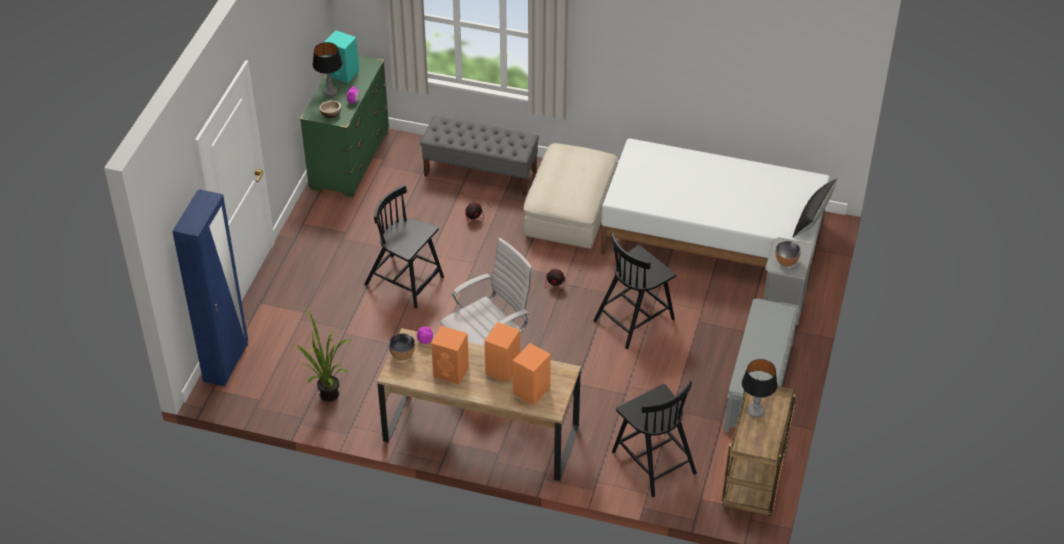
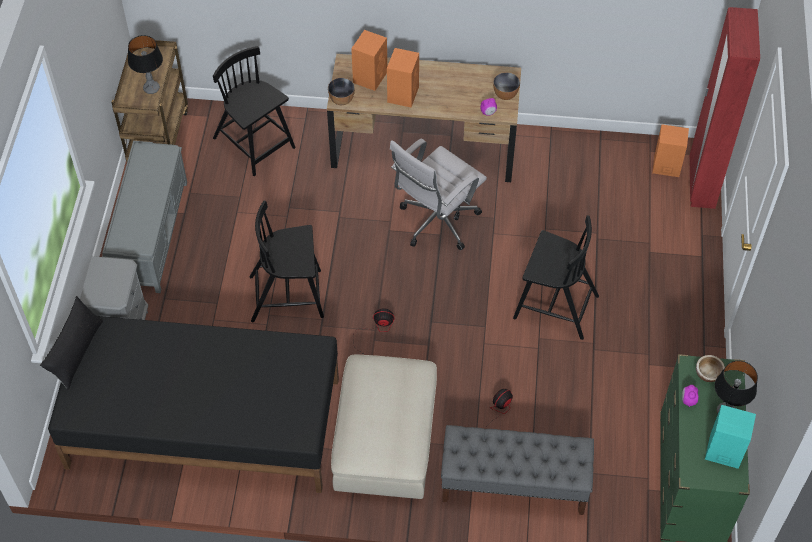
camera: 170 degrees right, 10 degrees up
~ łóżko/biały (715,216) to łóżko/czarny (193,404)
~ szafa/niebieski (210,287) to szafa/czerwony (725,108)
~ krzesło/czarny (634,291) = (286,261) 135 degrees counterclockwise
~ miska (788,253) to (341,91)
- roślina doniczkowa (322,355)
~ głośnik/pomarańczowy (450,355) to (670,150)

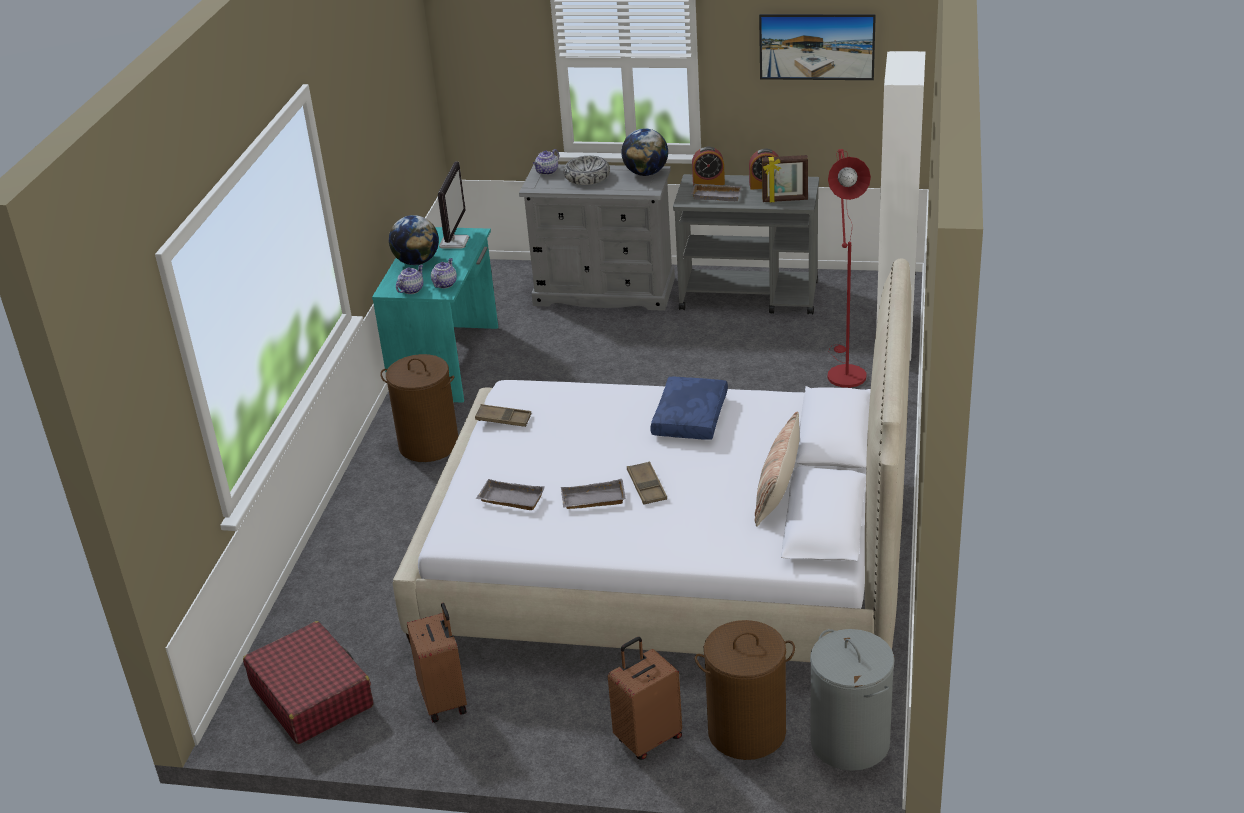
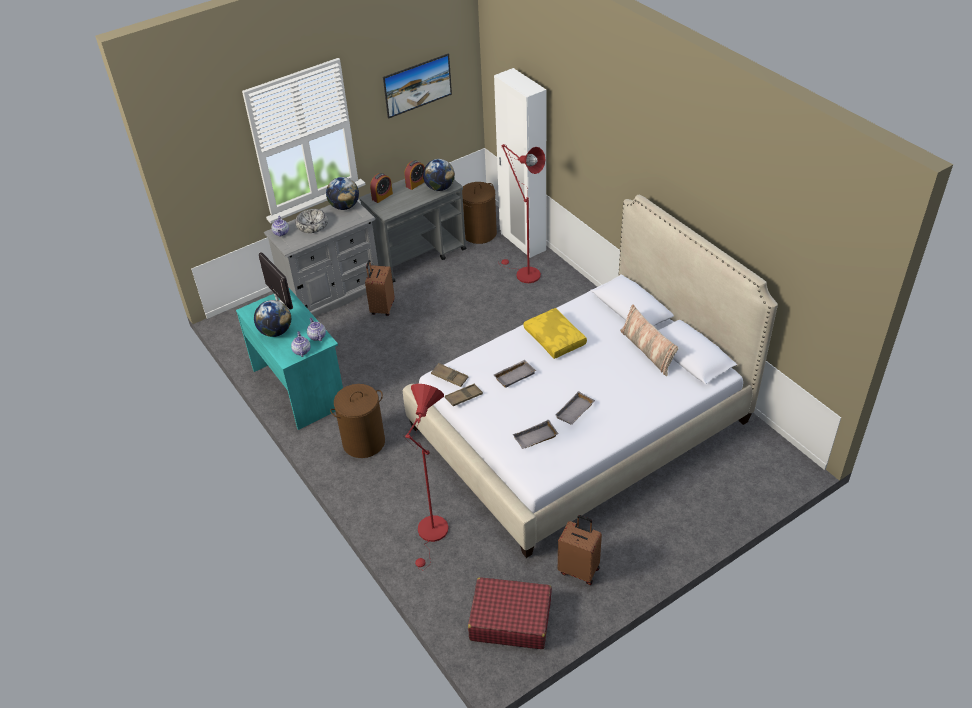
camera: 45 degrees left, 10 degrees up
~ ramka na zdjęcie (785,178) to globus (439,175)
~ taca/szary (716,192) to (515,374)
~ poduszka/niebieski (689,408) to poduszka/żółty (555,333)
~ taca/brązowy (647,483) to (449,375)
~ kosz na pranie/brązowy (745,690) to (479,213)
- kosz na pranie/szary (852,700)
~ walizka/brązowy (645,698) to (380,288)
+ lampa stojąca/czerwony (426,477)

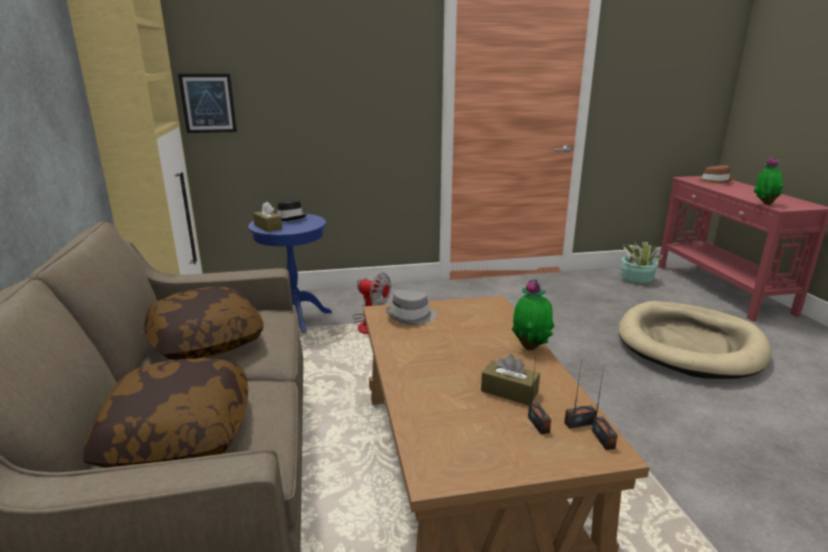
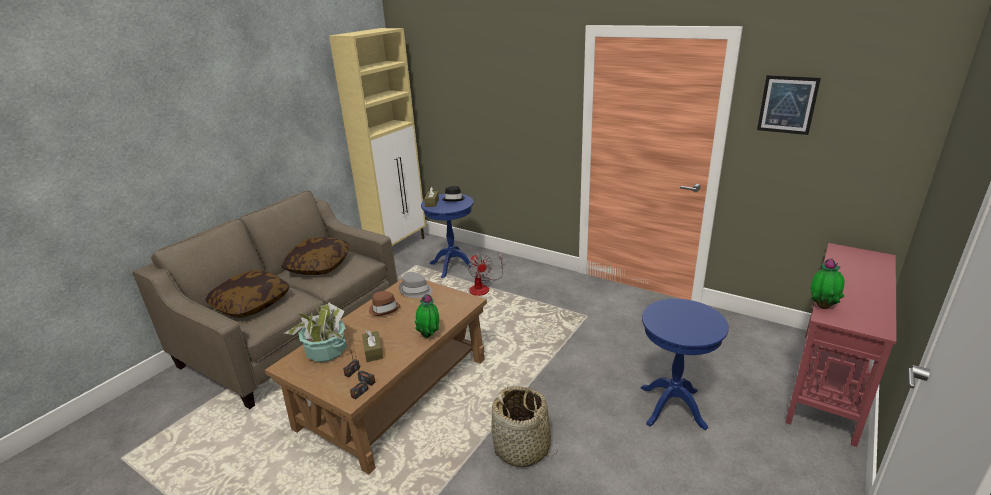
camera: 45 degrees right, 5 degrees up
~ obraz (207,103) to (789,105)
~ kapelusz/brązowy (715,174) to (384,303)
~ roślina doniczkowa (641,263) to (316,332)
~ legowisko/beżowy (694,340) to stolik/niebieski (685,364)
+ koszyk (524,426)

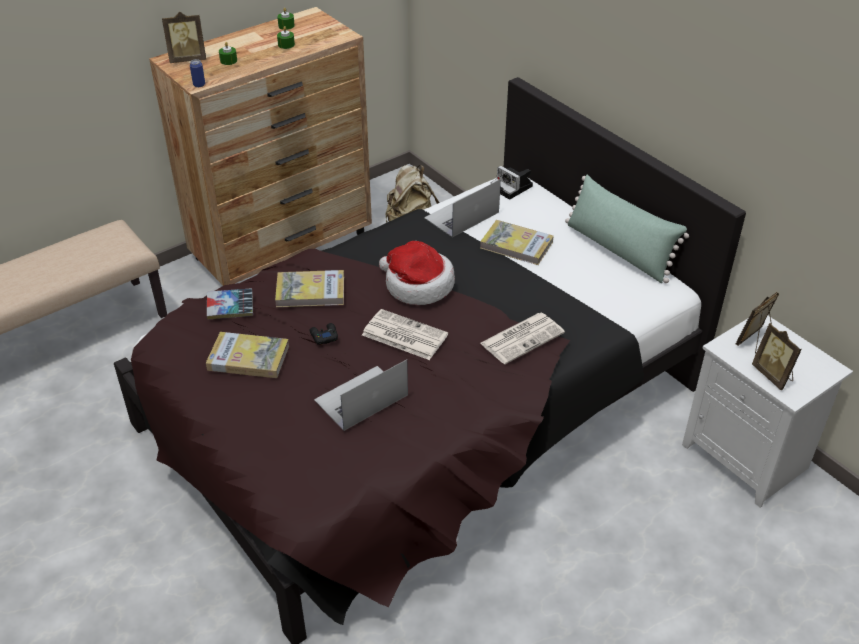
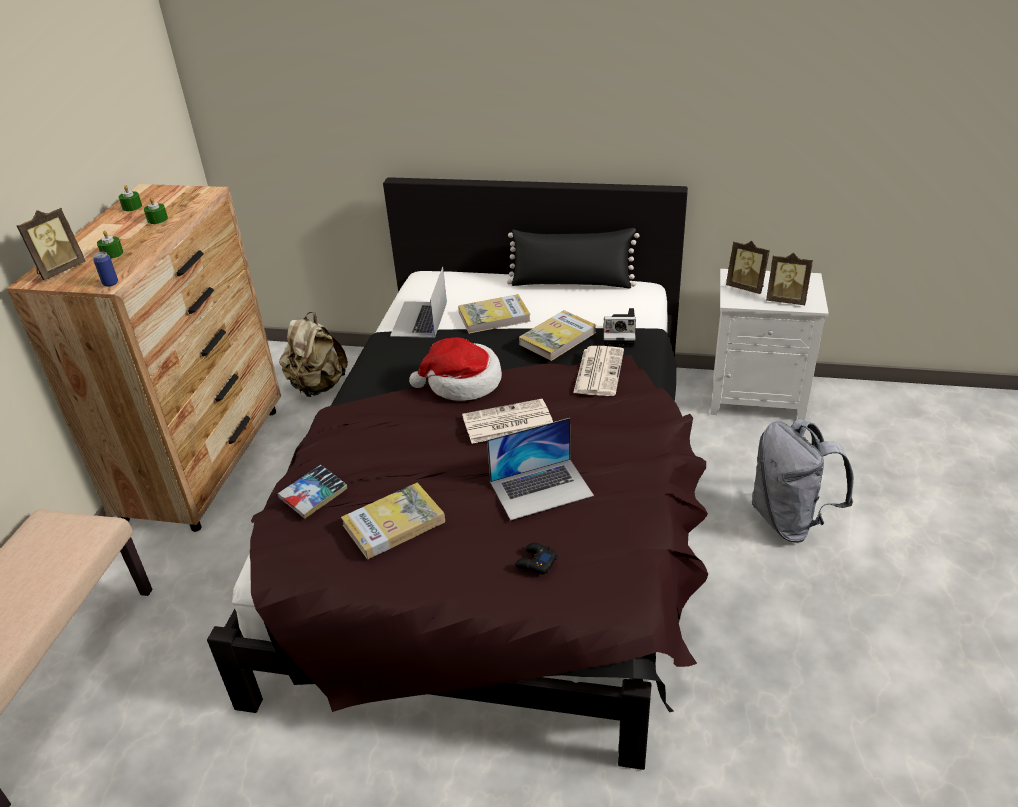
camera: 40 degrees left, 5 degrees down
~ aparat fotograficzny (512,183) to (620,327)
~ poduszka/zielony (627,229) to poduszka/czarny (573,258)
~ książka (309,288) to (558,335)
~ ramka na zdjęcie (757,323) = (748,267) 60 degrees counterclockwise
~ pad do gier/czarny (324,334) to (536,558)
~ laptop (361,395) = (540,469) 120 degrees counterclockwise
+ plecak/szary (803,481)

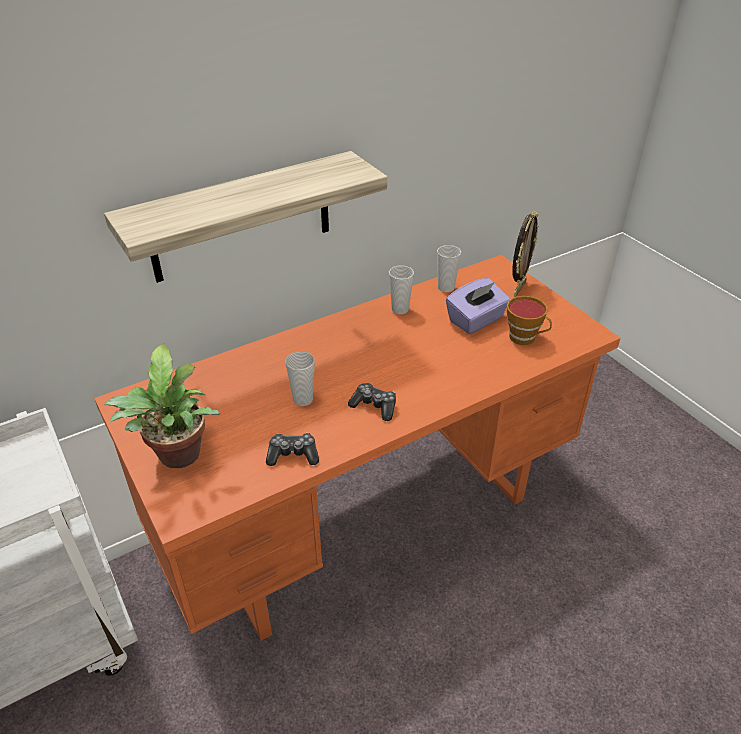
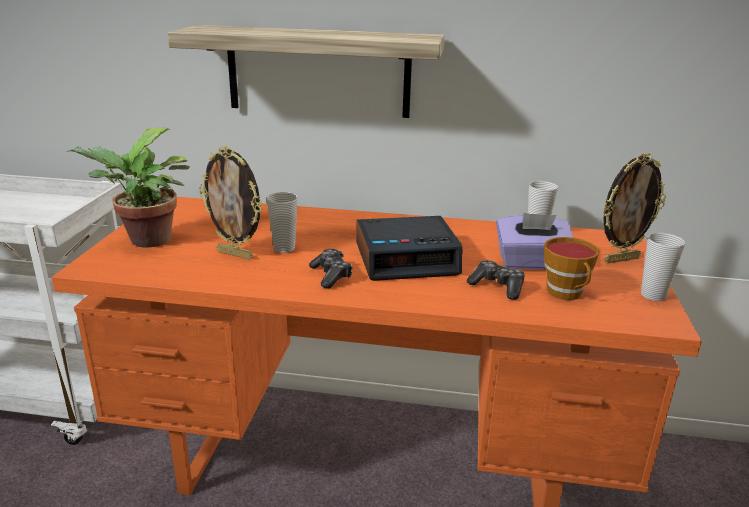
camera: 40 degrees right, 15 degrees down
~ filiżanka (401,289) to (663,266)
~ pad do gier (292,449) to (496,280)
+ ramka na zdjęcie (230,203)
+ budzik (409,248)

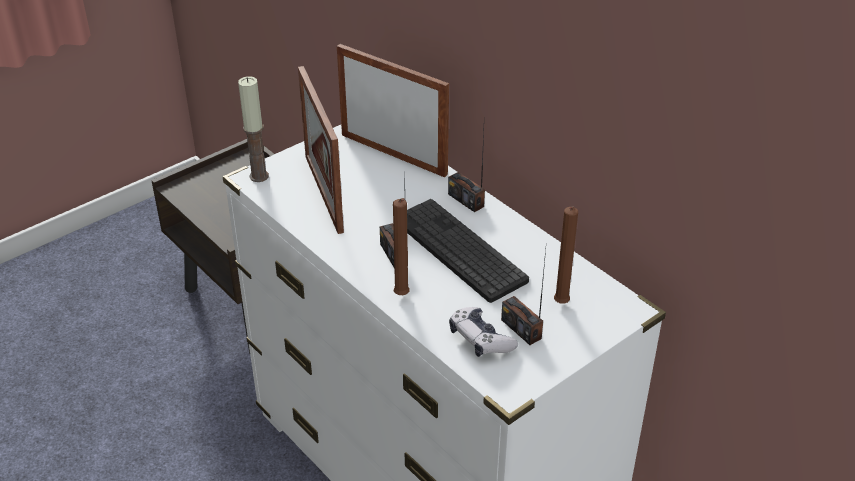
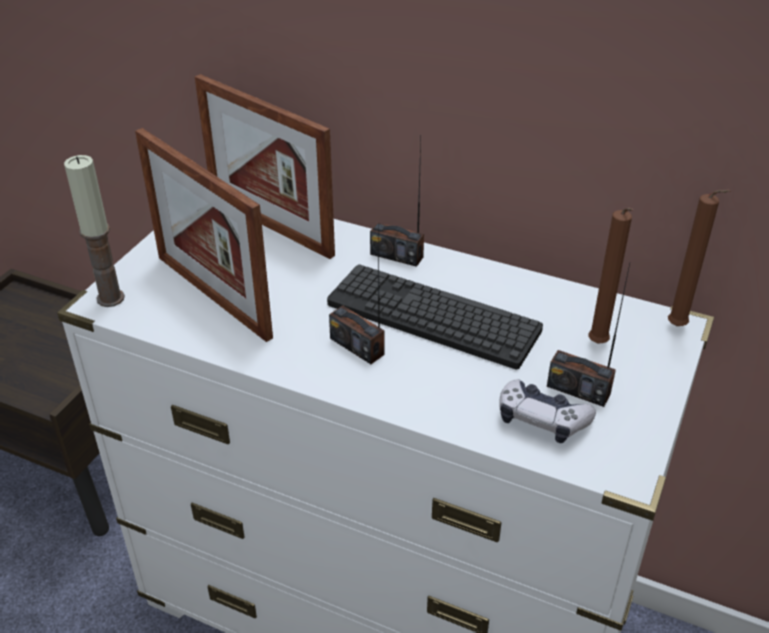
camera: 25 degrees left, 0 degrees up
~ ramka na zdjęcie (393,110) = (265,166) 150 degrees counterclockwise
~ świeca/brązowy (401,246) to (699,258)

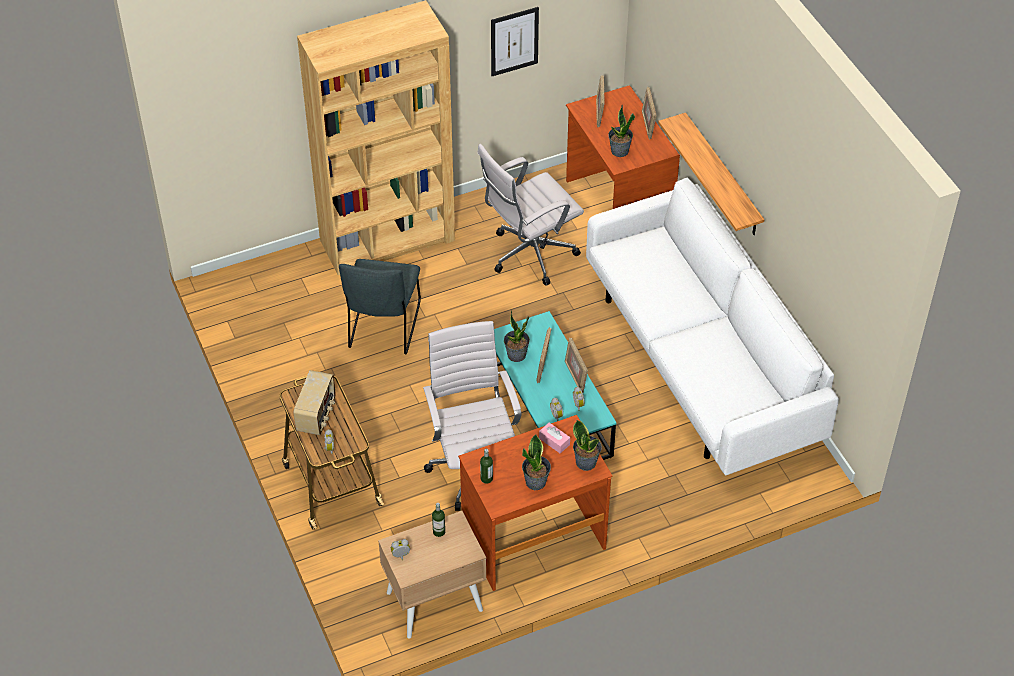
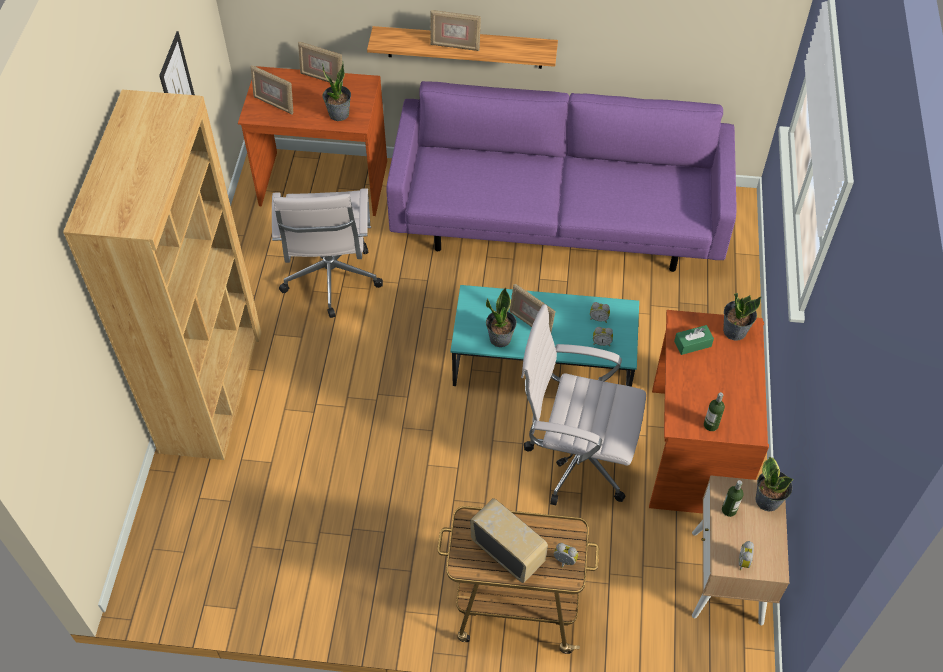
camera: 60 degrees left, 5 degrees up
~ kanapa/biały (712,326) to kanapa/fioletowy (561,176)
- krzesło/szary (380,306)
~ ramka na zdjęcie (576,365) to (455,30)
~ pudełko chusteczek/różowy (554,438) to pudełko chusteczek/zielony (694,340)
~ roślina doniczkowa (536,462) to (774,484)

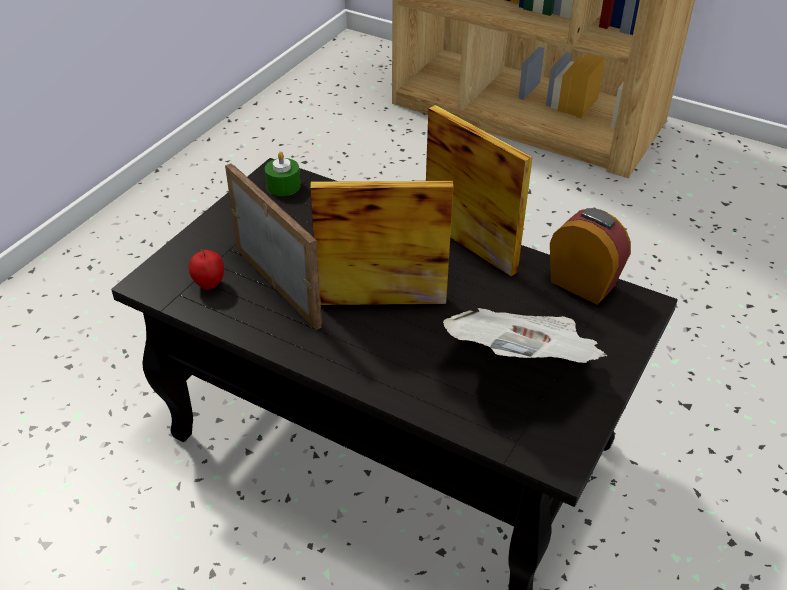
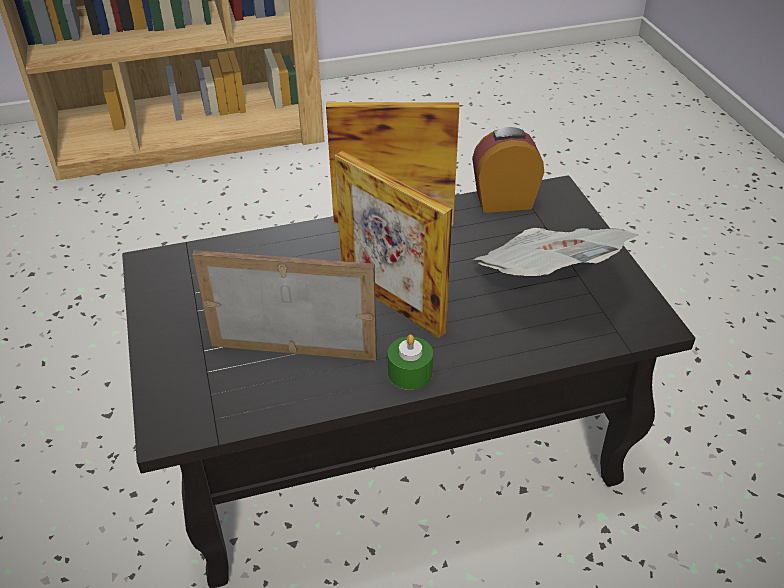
camera: 45 degrees left, 0 degrees up
~ świeca/zielony (282,173) to (410,362)
~ ramka na zdjęcie (381,243) = (393,244) 90 degrees counterclockwise
- jabłko (206,269)

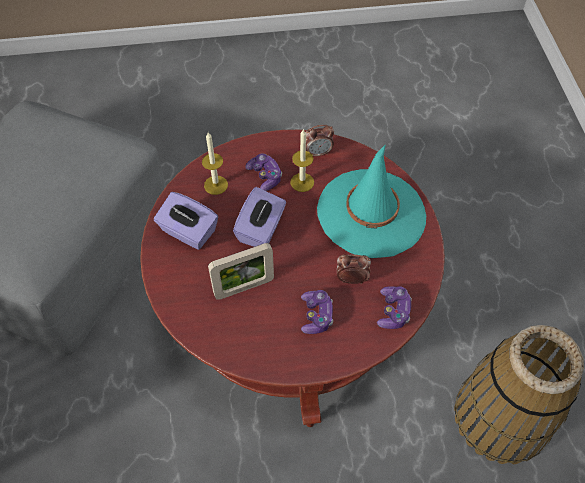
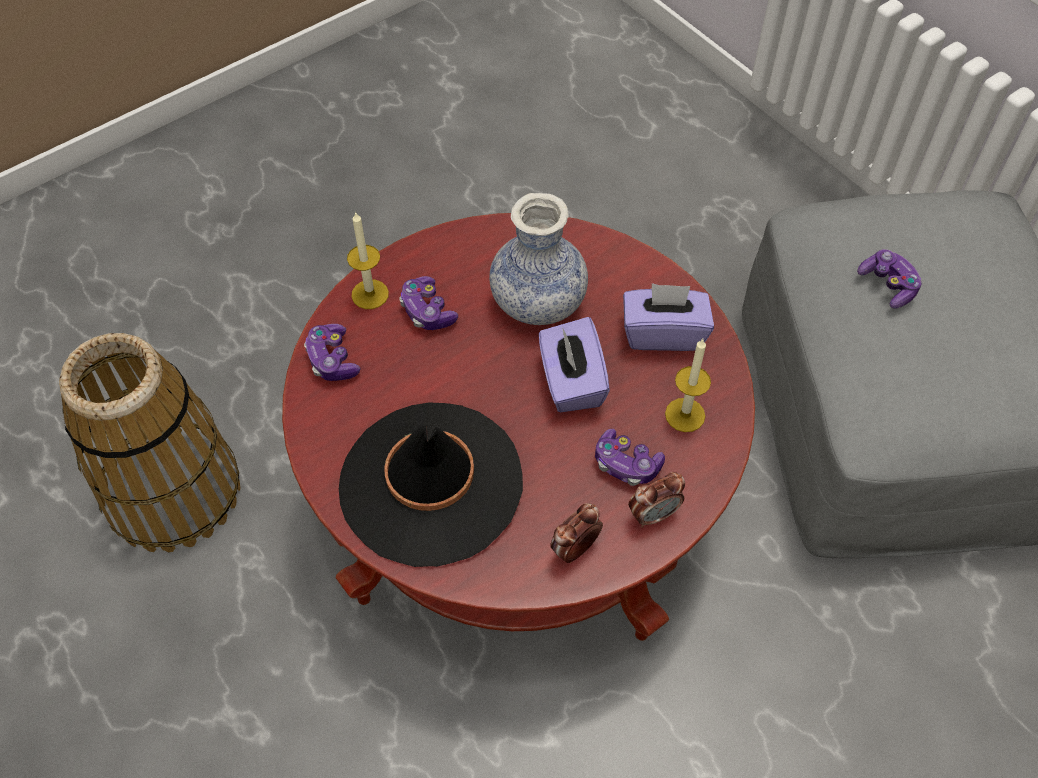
camera: 150 degrees right, 0 degrees up
~ świeca (302,160) to (368,260)
~ kapelusz/turkusowy (371,201) to kapelusz/czarny (431,485)
~ ramka na zdjęcie (241,271) to wazon (538,259)
~ budzik (354,269) to (656,500)
+ pad do gier (889,279)

